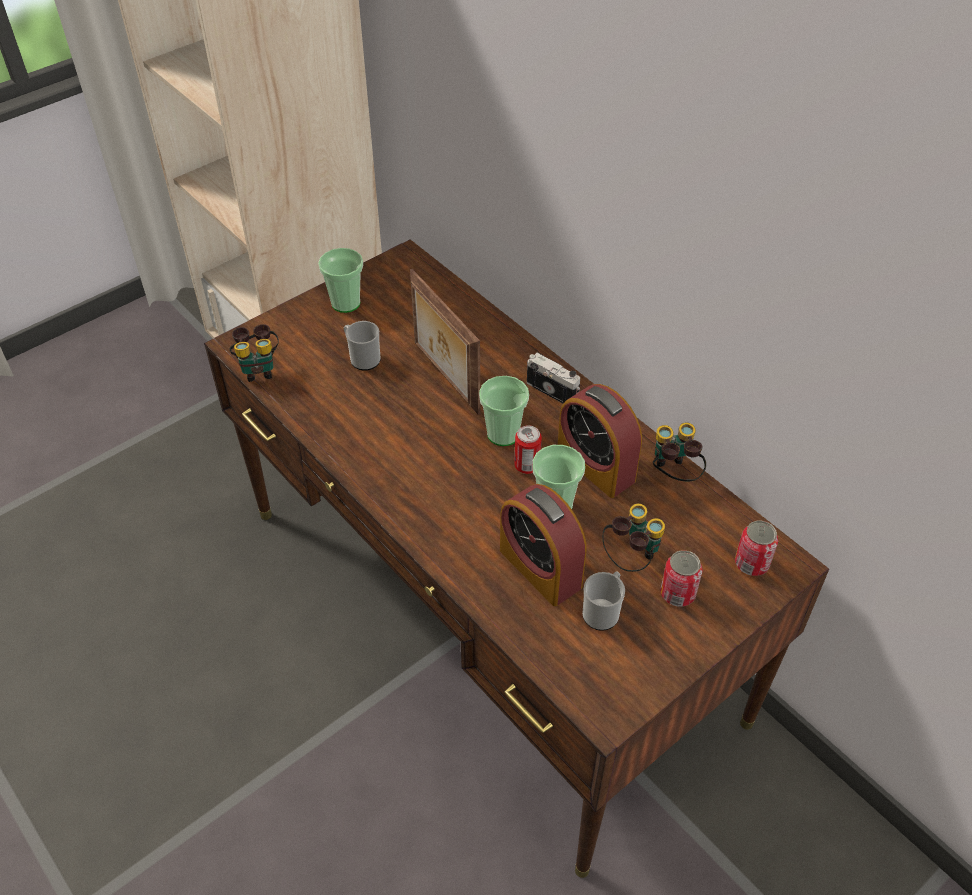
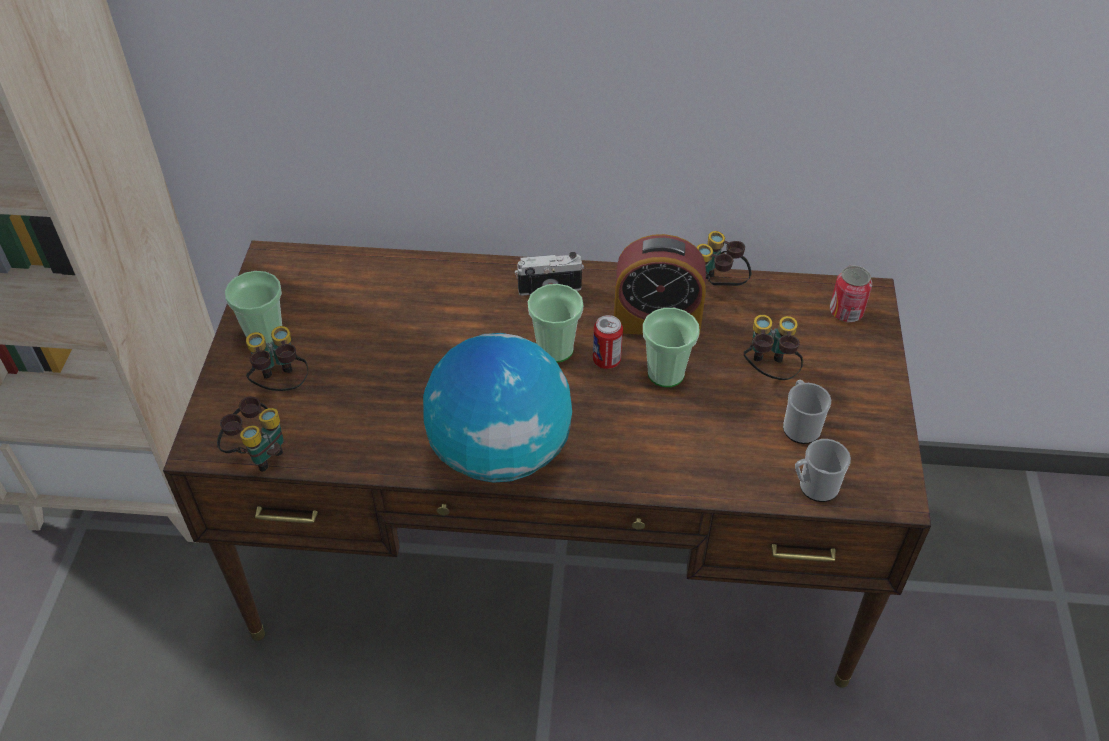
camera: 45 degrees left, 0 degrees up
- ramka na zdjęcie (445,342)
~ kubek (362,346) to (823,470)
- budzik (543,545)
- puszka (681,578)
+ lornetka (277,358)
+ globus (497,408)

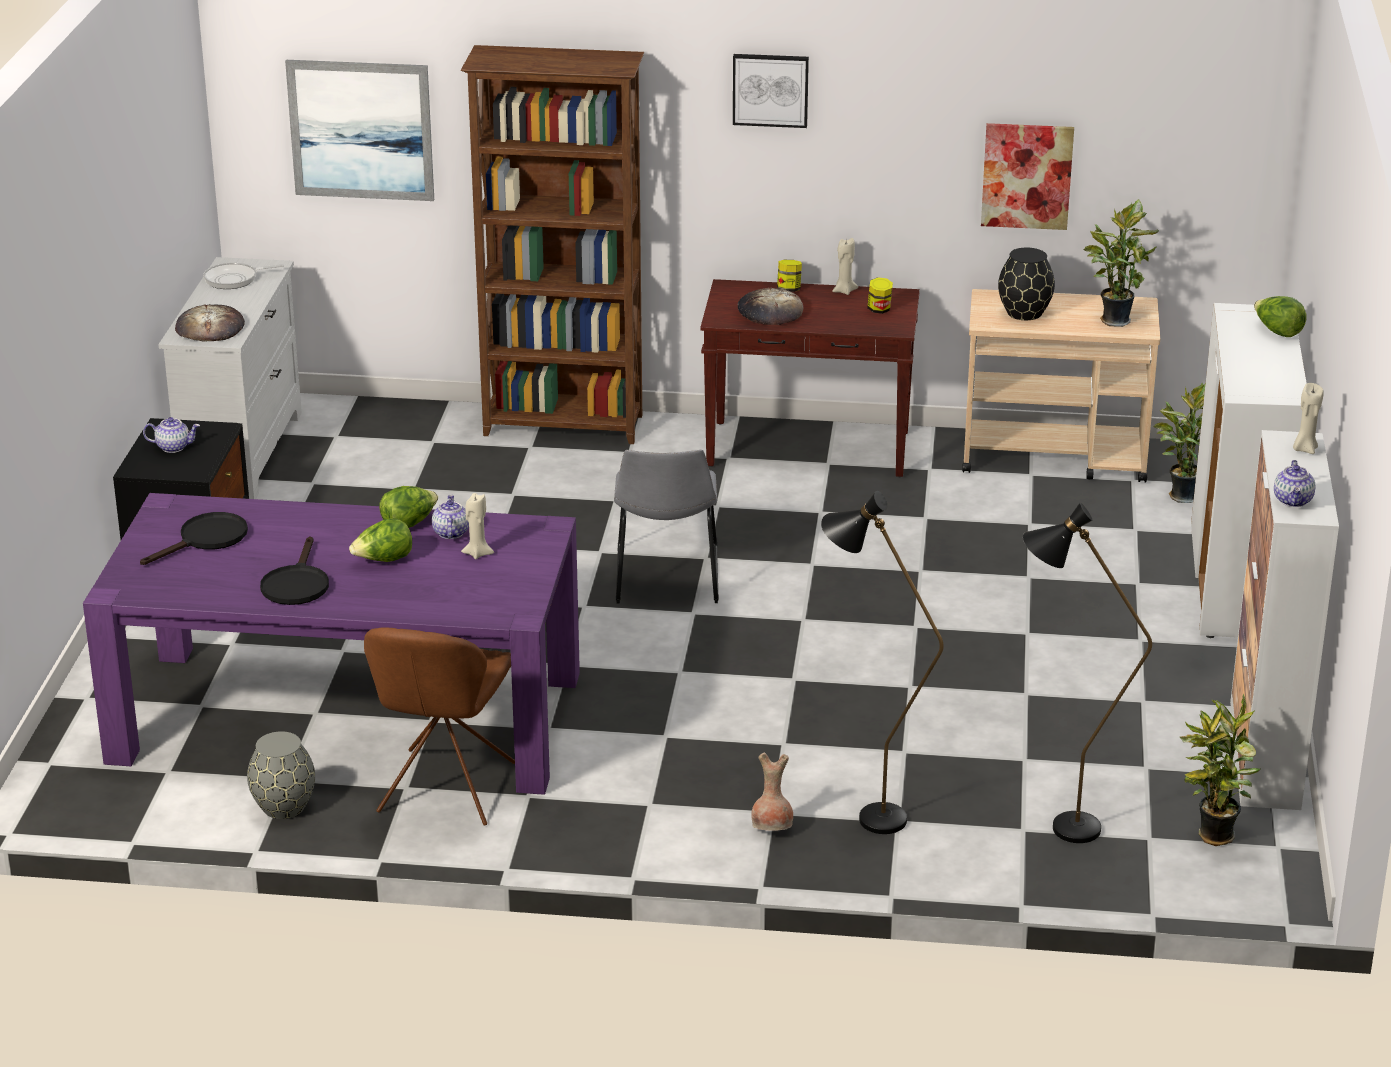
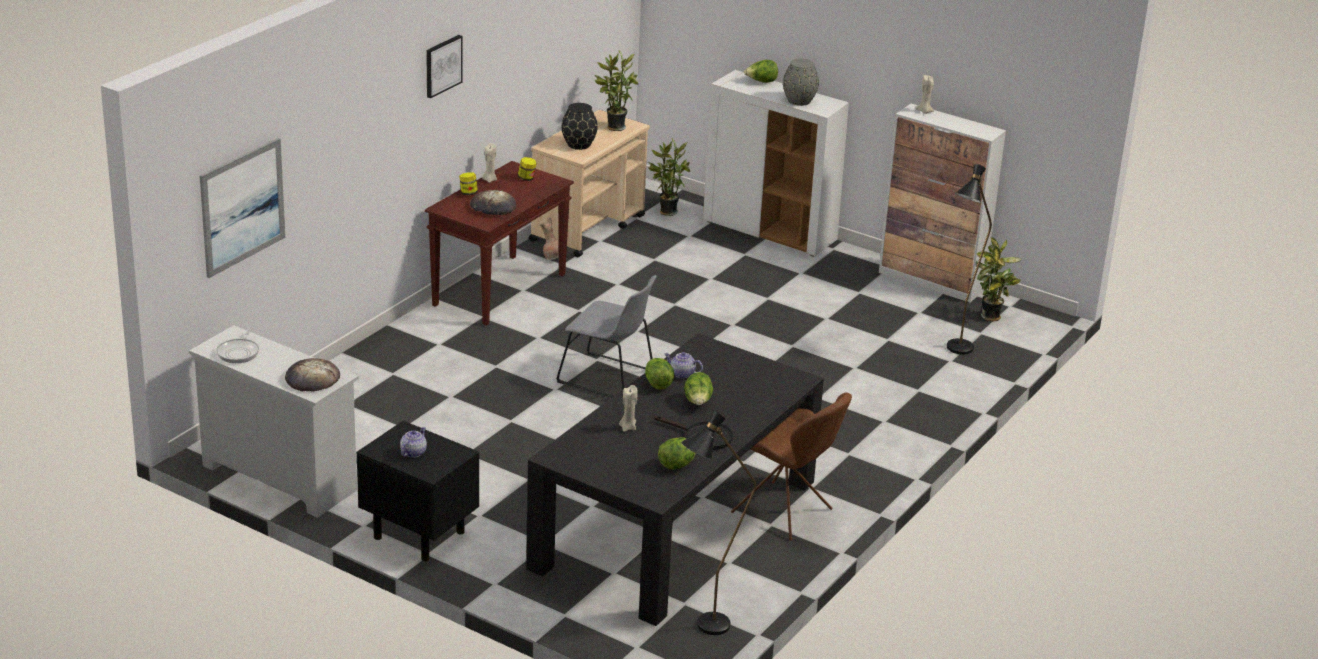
camera: 65 degrees left, 0 degrees up
- regał/brązowy (552,244)
- obraz (1027,176)
- imbryk (1295,483)
~ lampa stojąca/czarny (882,662) to (718,523)
~ stół jadalny/fioletowy (331,644) to stół jadalny/czarny (675,479)
~ świeca/beżowy (477,526) to (628,408)
- patelnia/czarny (194,538)
~ wazon/szary (281,775) to (801,82)
~ wazon/brązowy (772,792) to (549,239)
+ sałata (677,453)

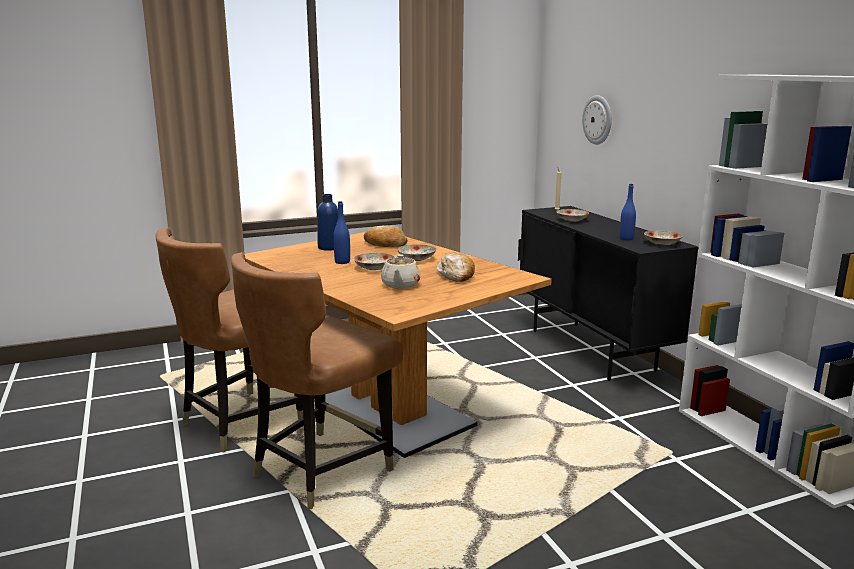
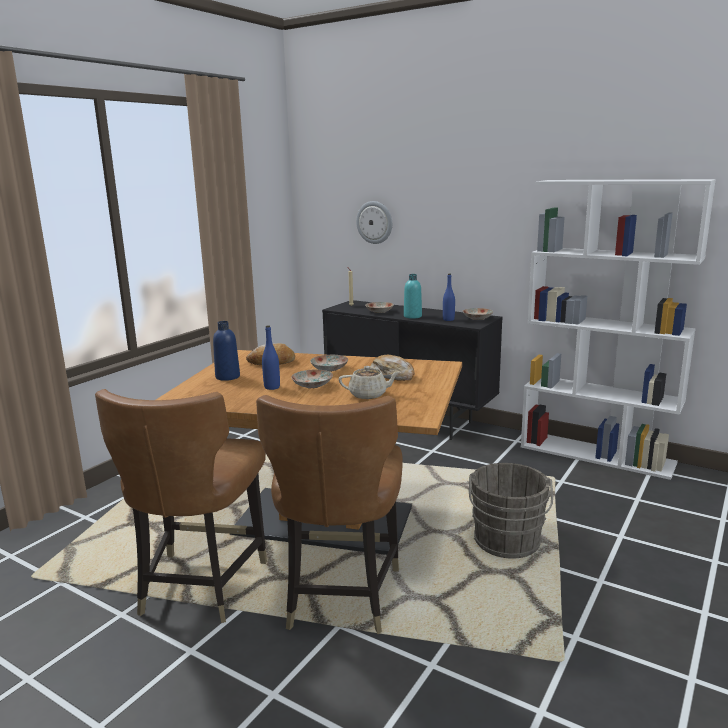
camera: 35 degrees left, 0 degrees up
~ imbryk/beżowy (401,271) = (369,382) 60 degrees counterclockwise
+ butelka/turkusowy (413,296)
+ wiadro/szary (511,511)

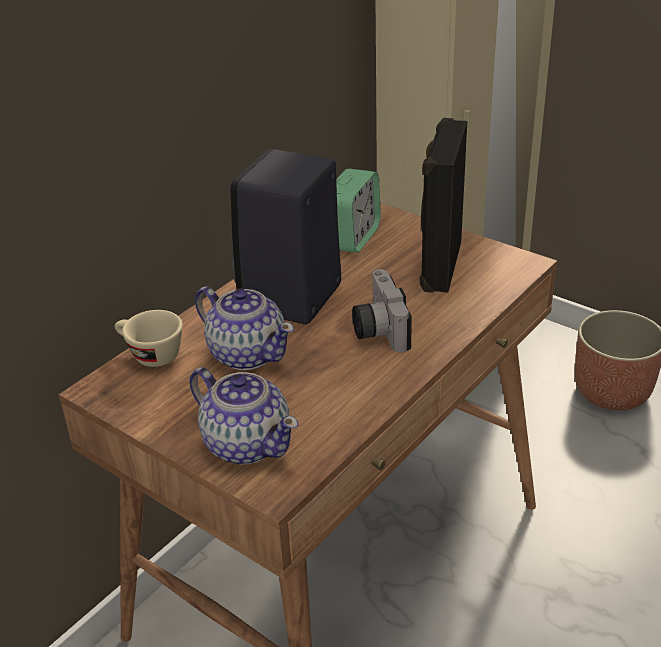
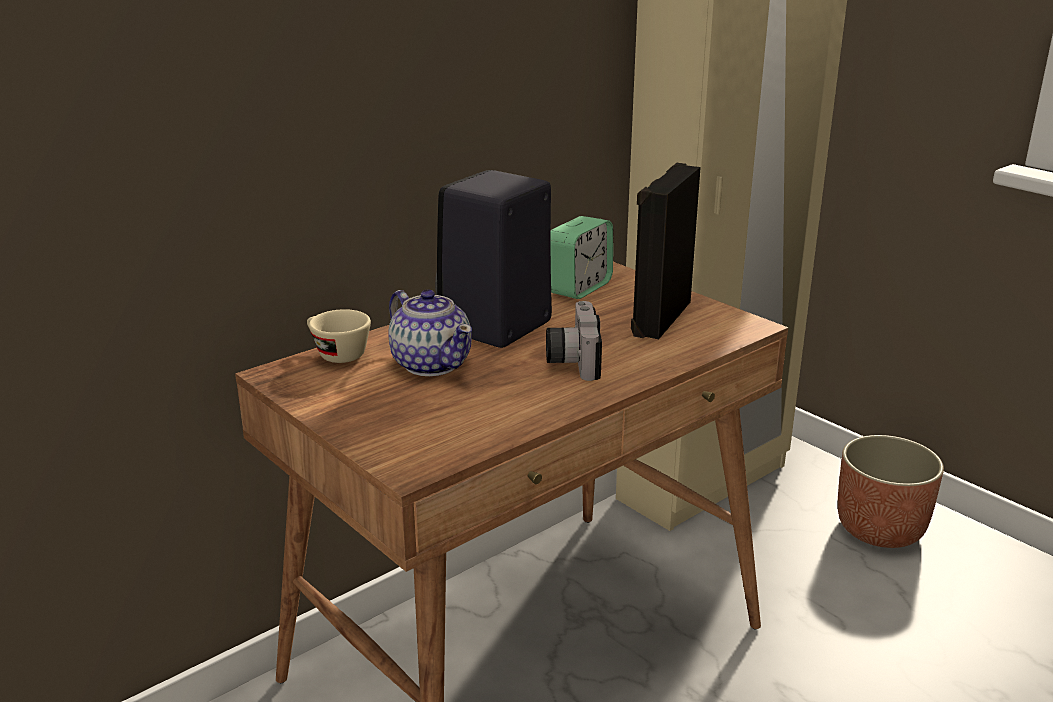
camera: 10 degrees right, 10 degrees down
- imbryk (244,415)

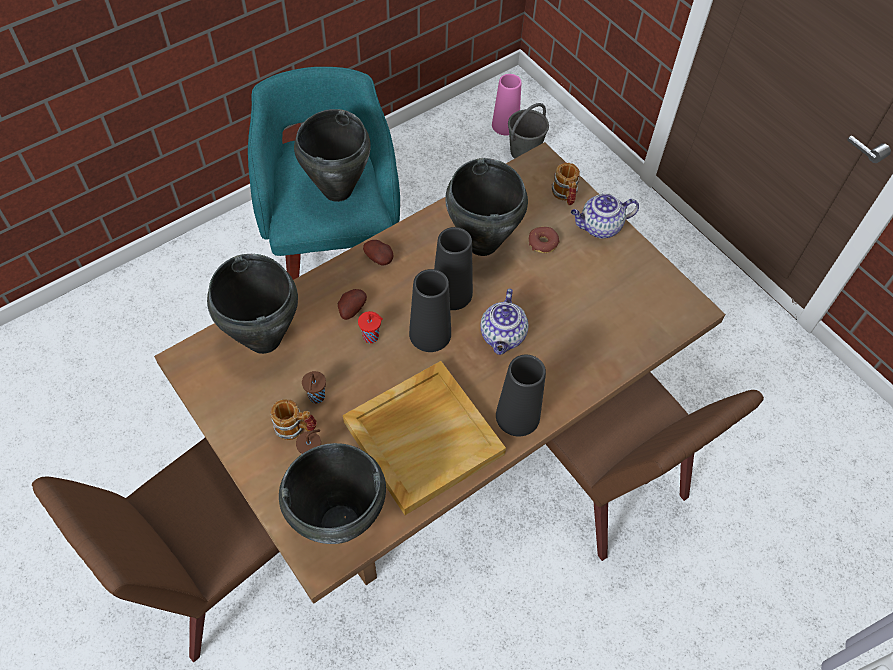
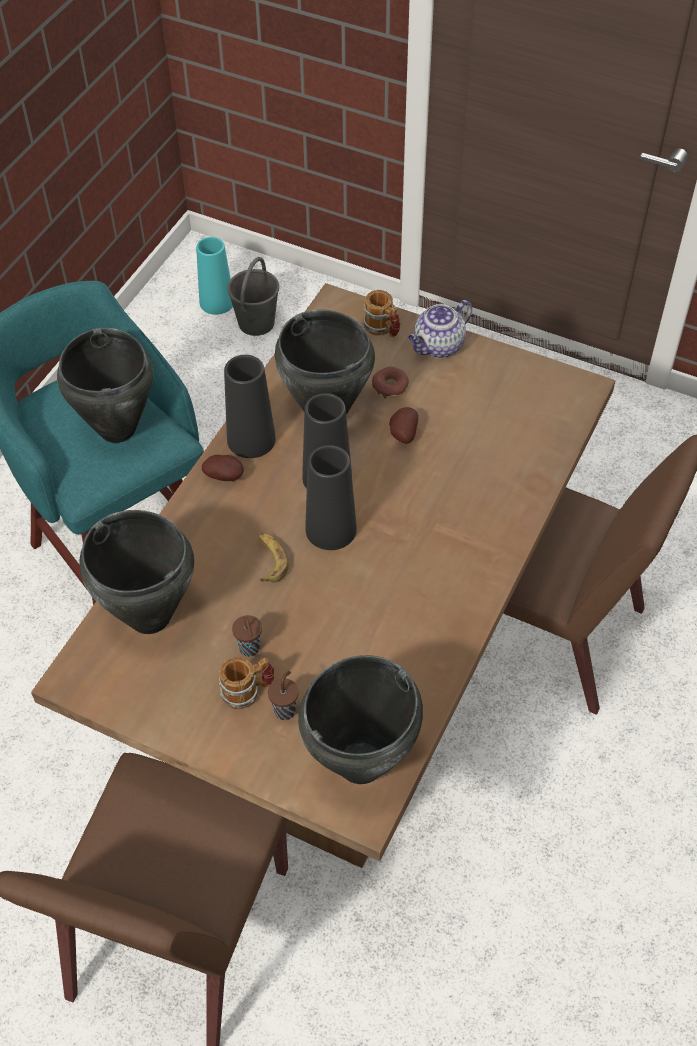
camera: 25 degrees left, 5 degrees down
~ wazon/różowy (506,105) to wazon/turkusowy (214,276)
~ ziemniak (352,304) to (403,425)
- imbryk (504,322)
~ filiżanka/czerwony (370,327) to banan (273,557)
~ wazon/czarny (521,396) to (250,406)
- taca/beżowy (424,438)

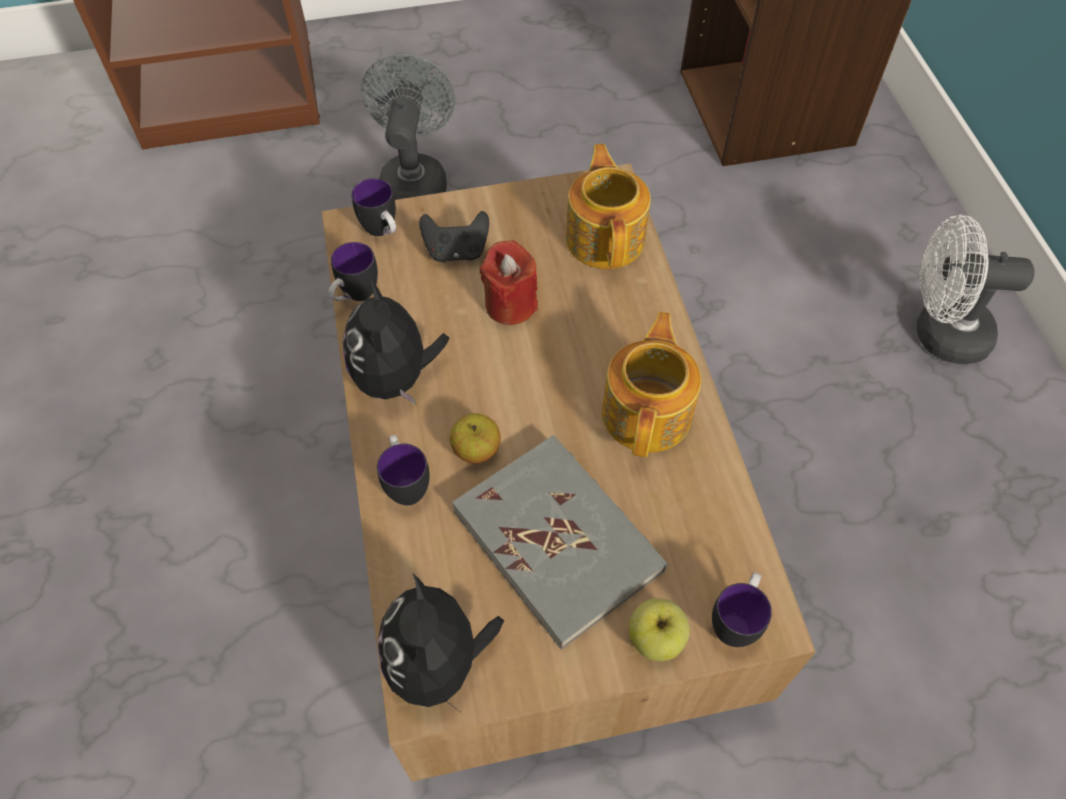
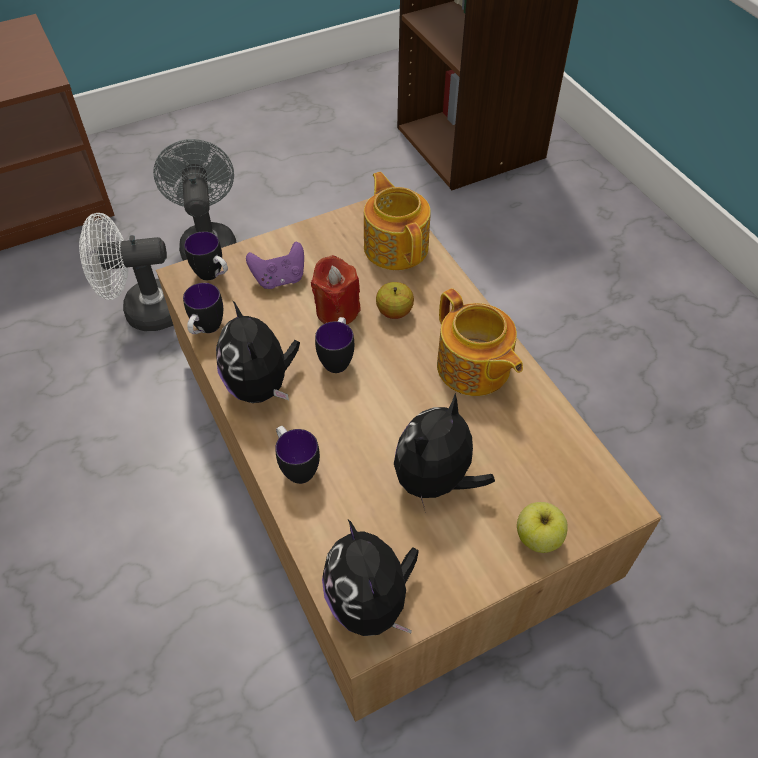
camera: 15 degrees left, 5 degrees down
~ pad do gier/czarny (454,236) to pad do gier/fioletowy (275,265)
~ wentylator/biały (975,289) to (126,272)
~ imbryk (651,384) = (480,342) 150 degrees clockwise
~ jabłko (475,438) to (395,300)
~ książka/szary (559,542) to pluszak (444,453)
~ kubek (742,609) to (334,345)

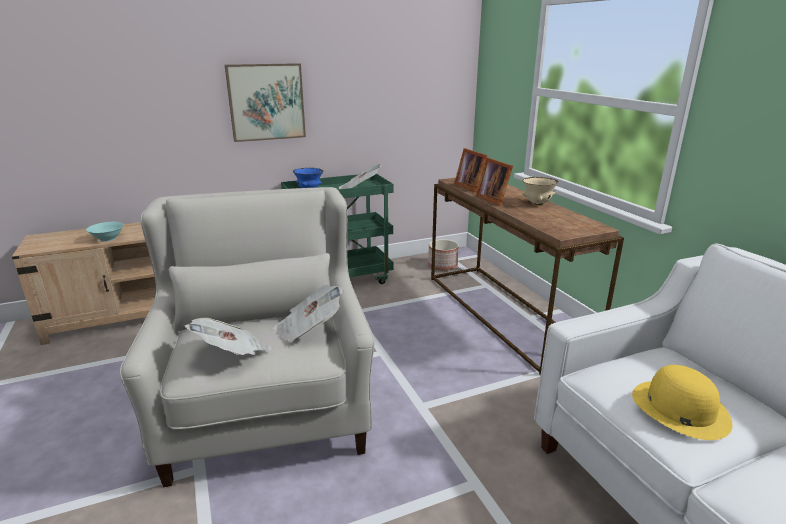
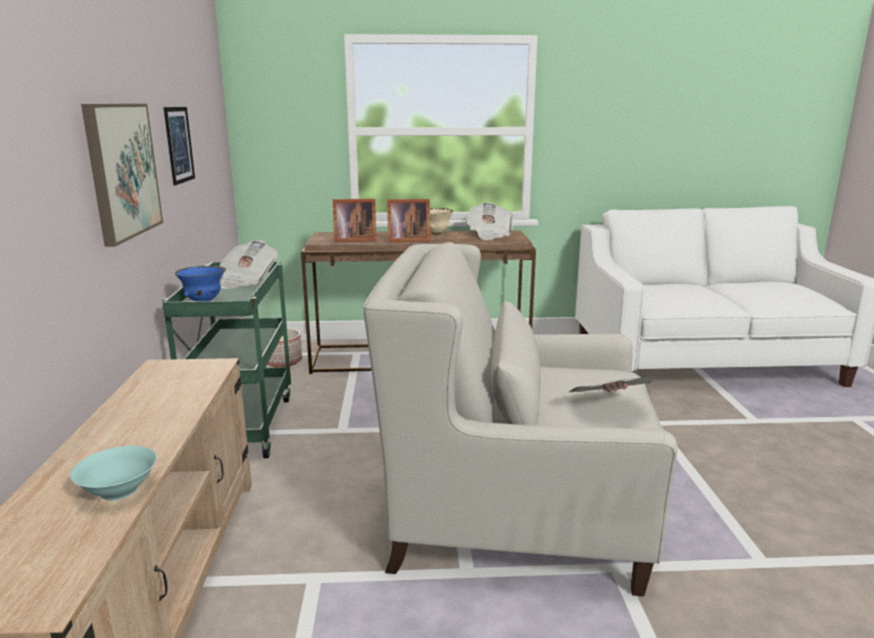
camera: 70 degrees left, 5 degrees down
~ gazeta (308,314) to (490,221)
- kapelusz/żółty (682,402)
+ obraz (179,146)

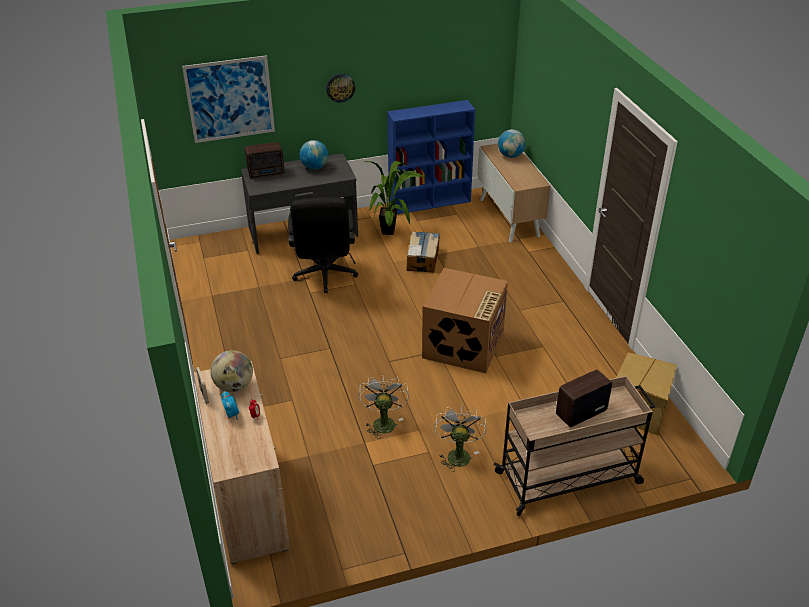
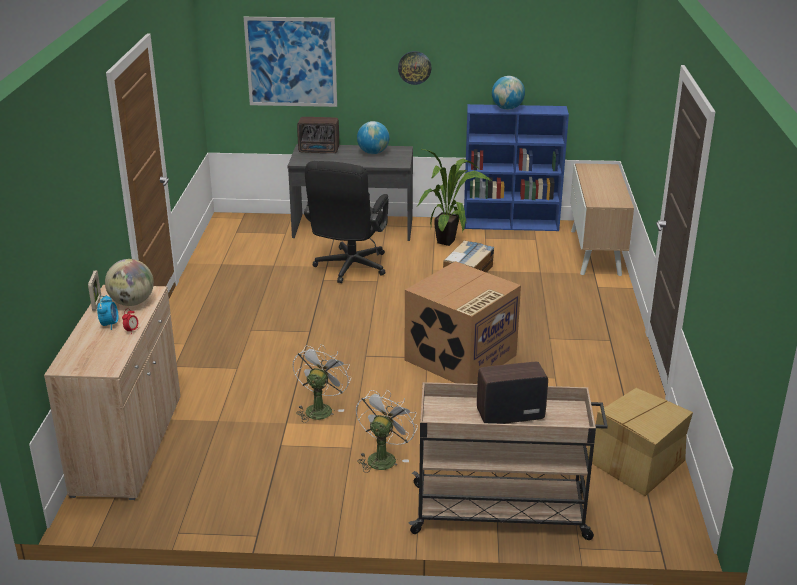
camera: 20 degrees right, 10 degrees down
~ globus (512,143) to (508,93)

